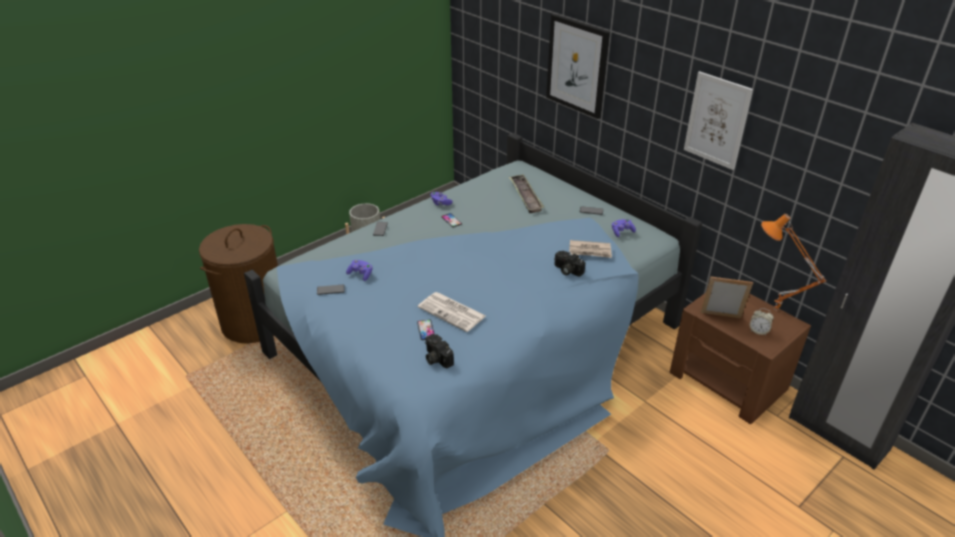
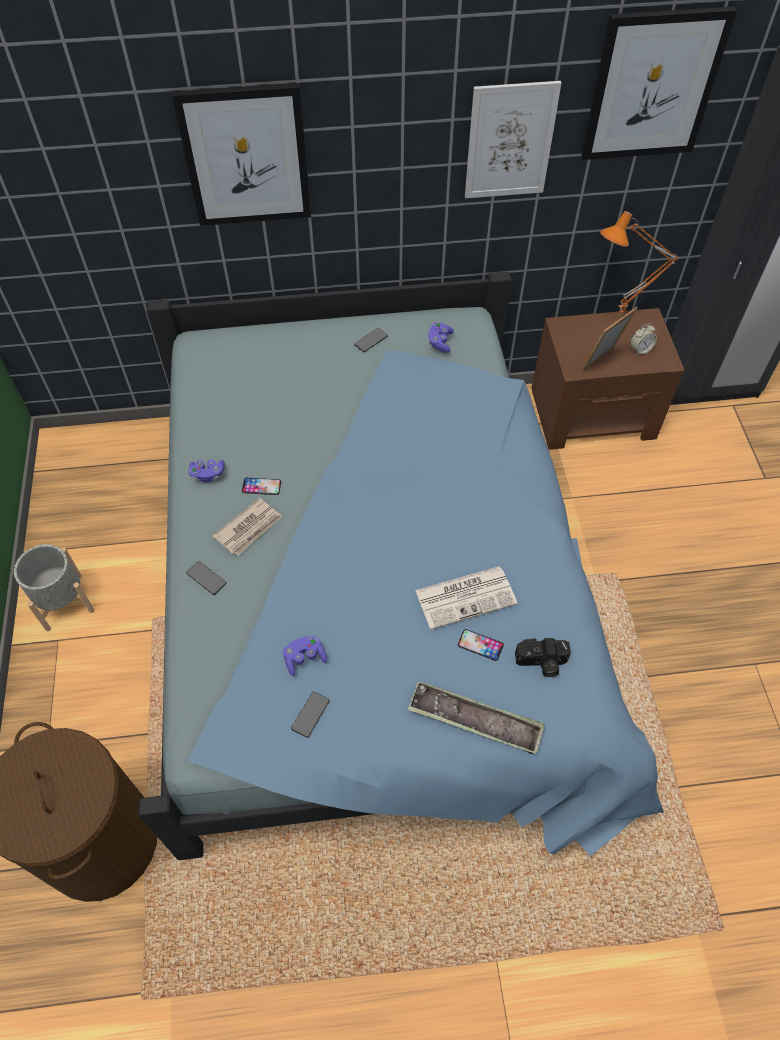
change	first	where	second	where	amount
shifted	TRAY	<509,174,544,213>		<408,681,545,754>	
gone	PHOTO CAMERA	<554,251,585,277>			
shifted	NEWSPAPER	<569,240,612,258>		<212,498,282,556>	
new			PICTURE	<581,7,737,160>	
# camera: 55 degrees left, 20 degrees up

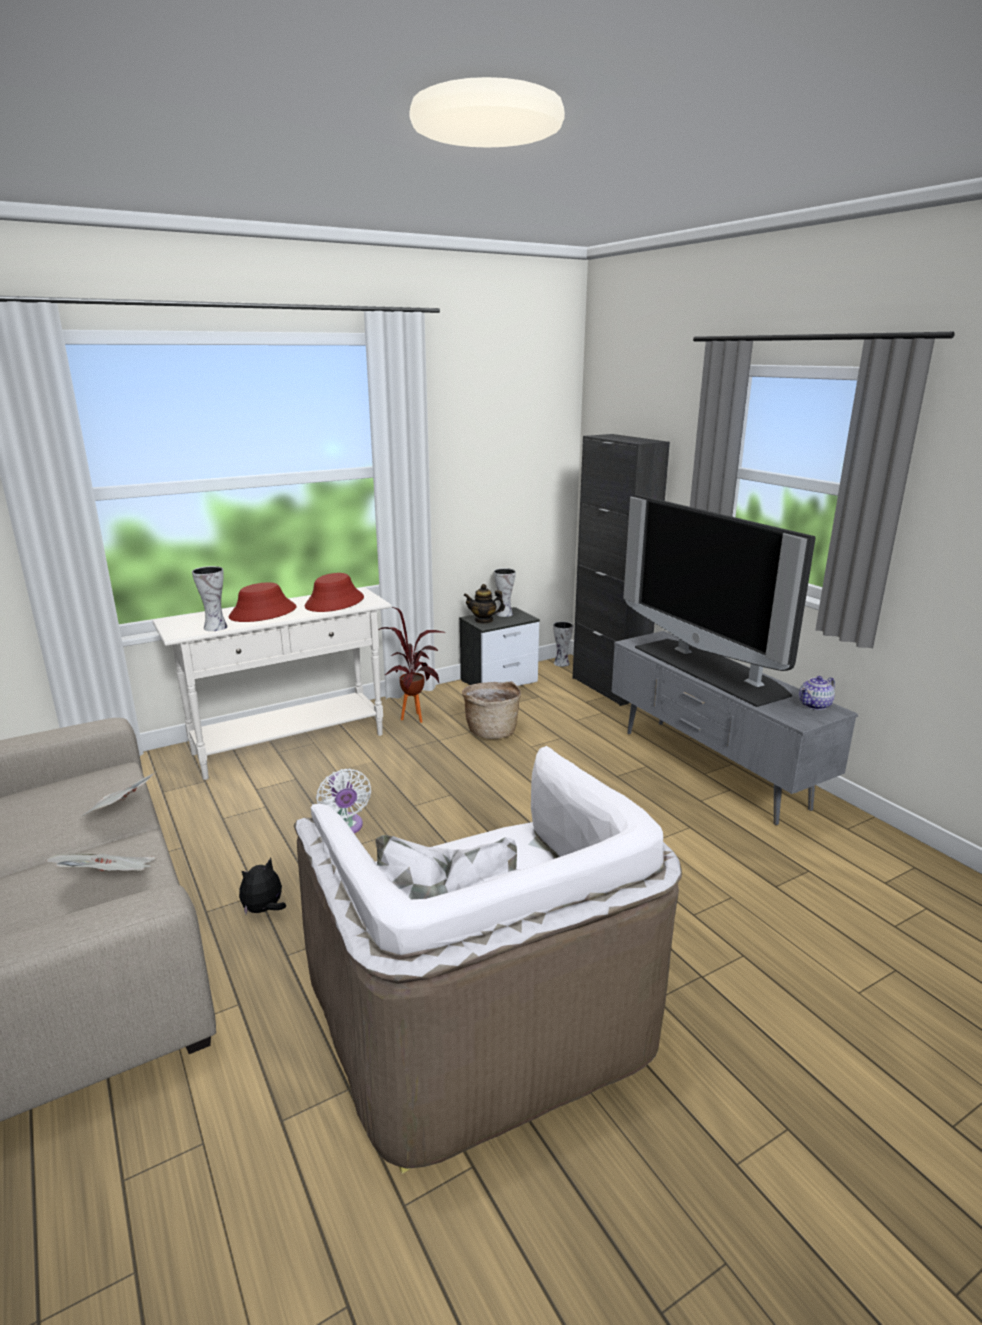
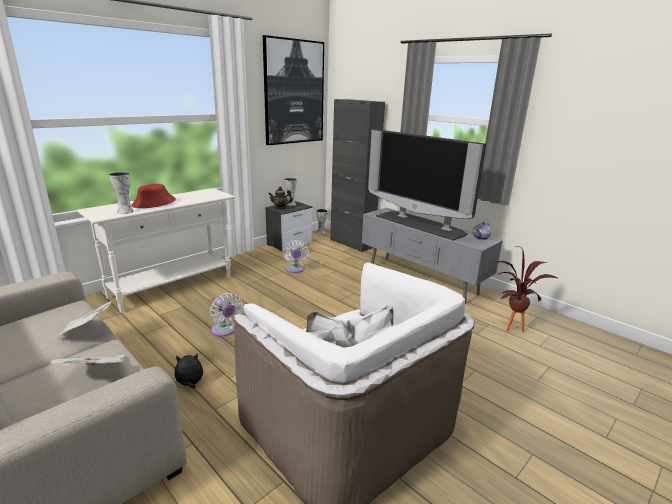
change	first	where	second	where	amount
rotated	PLUSH TOY	<239,858,286,915>		<173,353,203,389>	45 degrees clockwise
gone	RED HAT	<305,573,364,612>			
shifted	POTTED PLANT	<378,607,446,723>		<491,246,559,332>	
swapped	BASKET	<462,681,521,739>	WHITE FAN	<283,240,309,273>	
new			PICTURE	<263,35,324,145>	
# camera: 15 degrees left, 0 degrees up

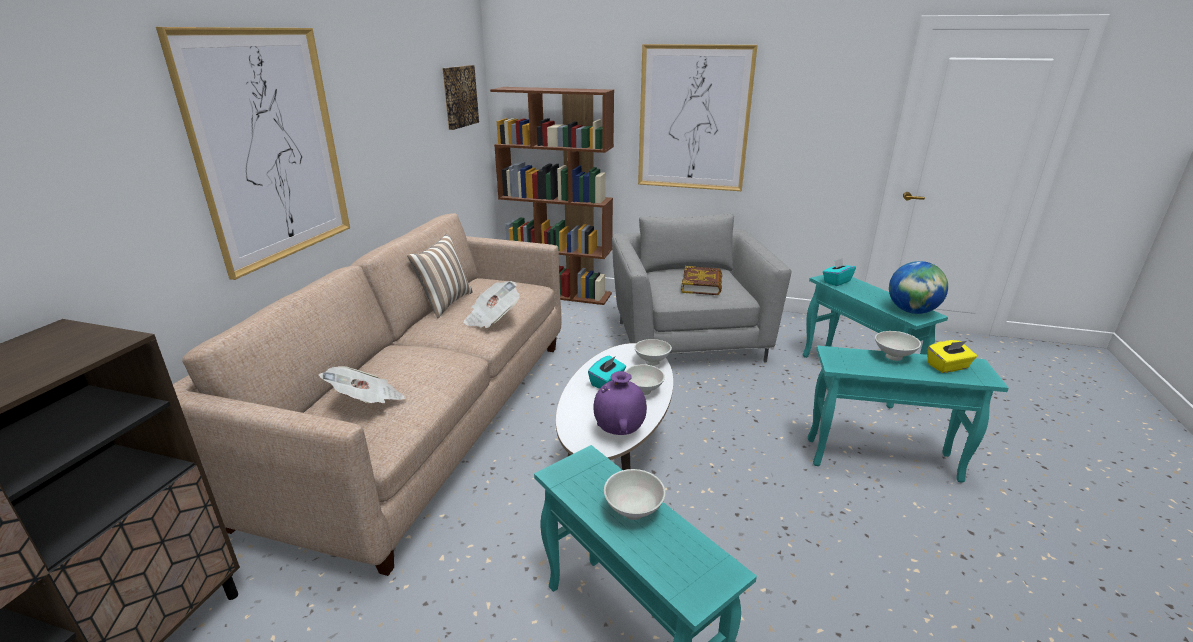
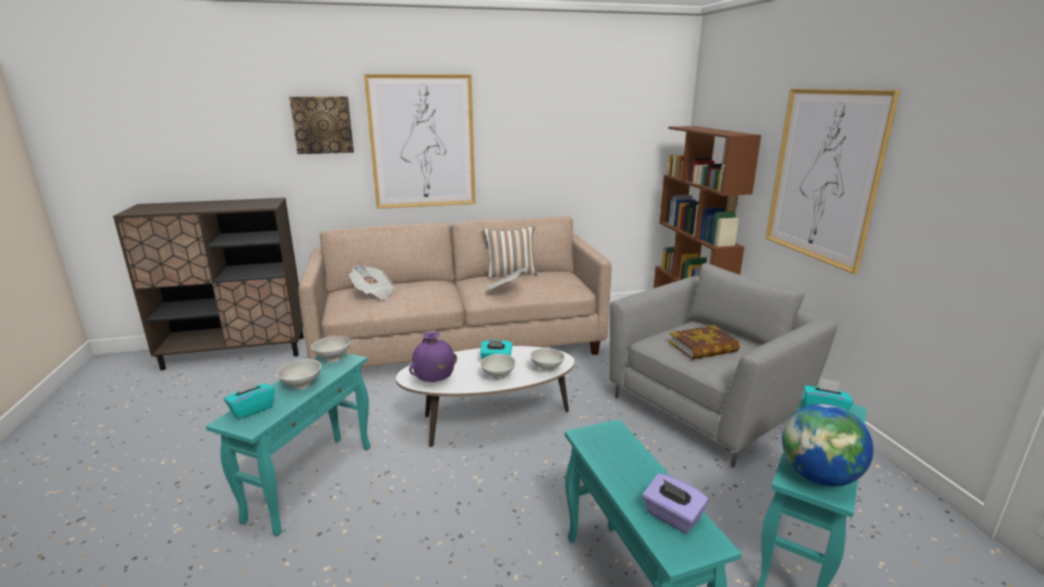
change	first	where	second	where	amount
shifted	PICTURE	<442,65,479,130>		<289,96,354,154>	
shifted	WHITE BOWL	<875,331,921,361>		<311,336,351,363>	
repainted	YELLOW TISSUE BOX	<928,340,977,373>	PURPLE TISSUE BOX	<643,473,709,533>	
new			TURQUOISE TISSUE BOX	<224,377,275,419>	
# camera: 60 degrees right, 5 degrees down

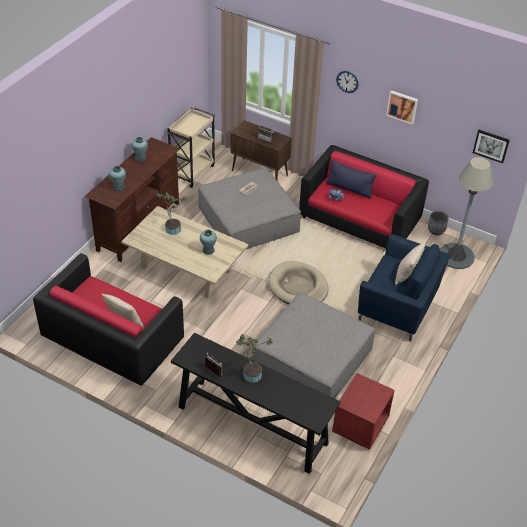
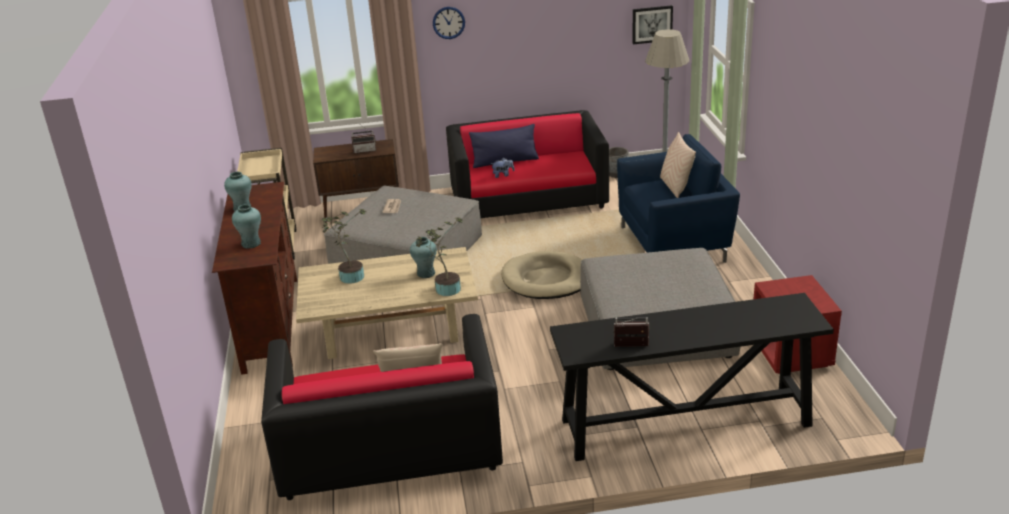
change	first	where	second	where	amount
shifted	POTTED PLANT	<236,334,273,383>		<416,217,463,296>	
gone	PICTURE	<386,90,418,124>			
# camera: 35 degrees left, 15 degrees down

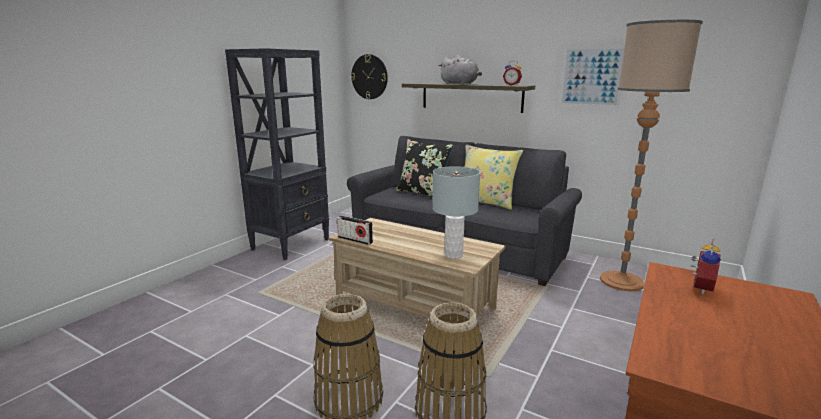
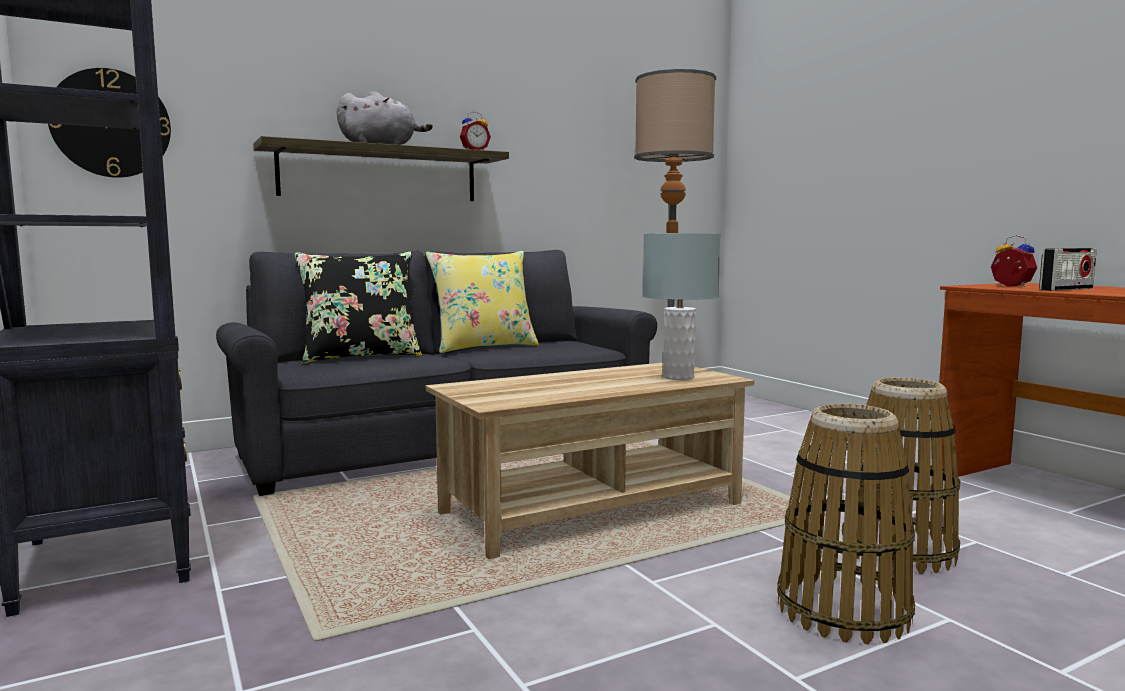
change	first	where	second	where	amount
shifted	RADIO	<337,215,373,245>		<1039,248,1097,291>	
gone	PICTURE	<560,47,624,107>			
# camera: 60 degrees left, 10 degrees down

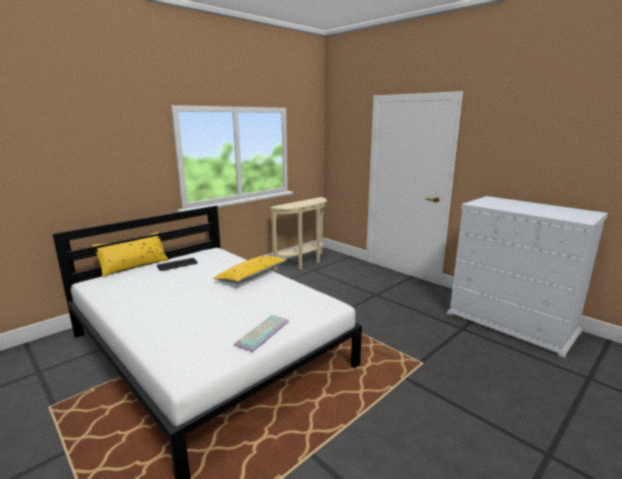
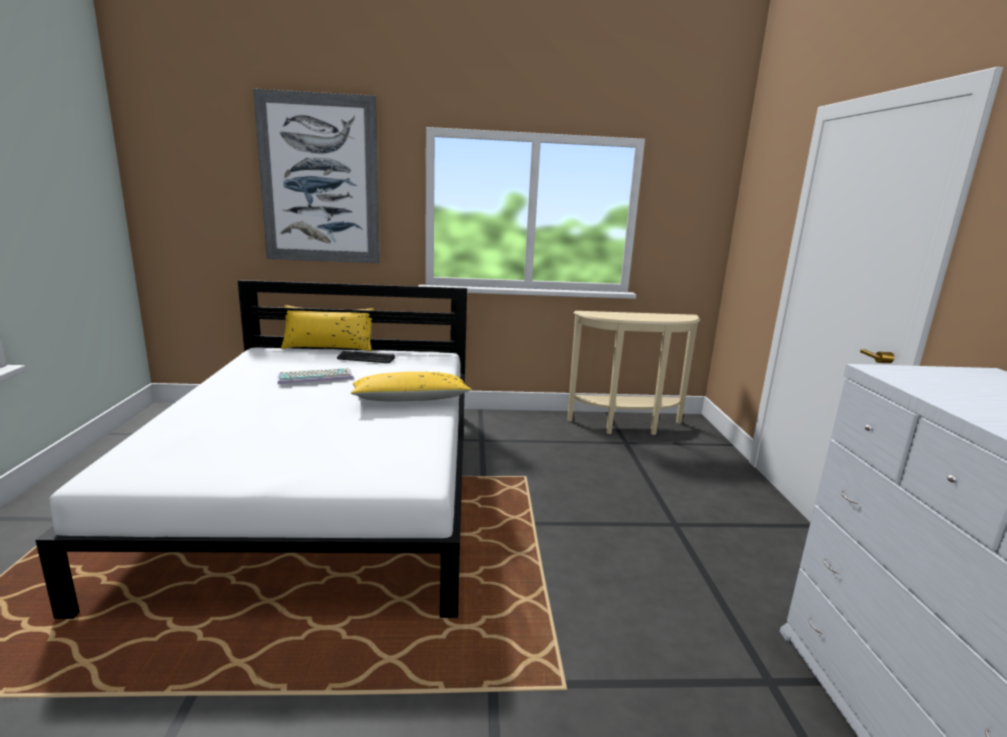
change	first	where	second	where	amount
shifted	KEYBOARD	<234,315,289,352>		<278,368,353,384>	
new			PICTURE	<253,89,380,263>	
# camera: 40 degrees right, 0 degrees up

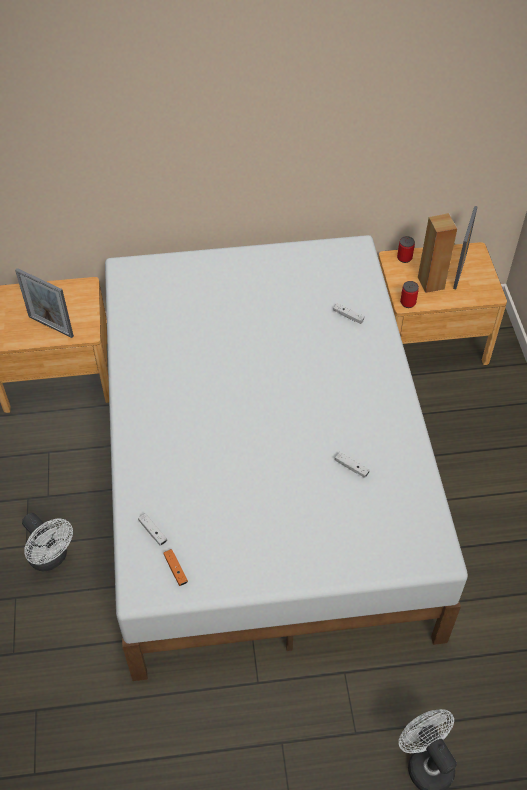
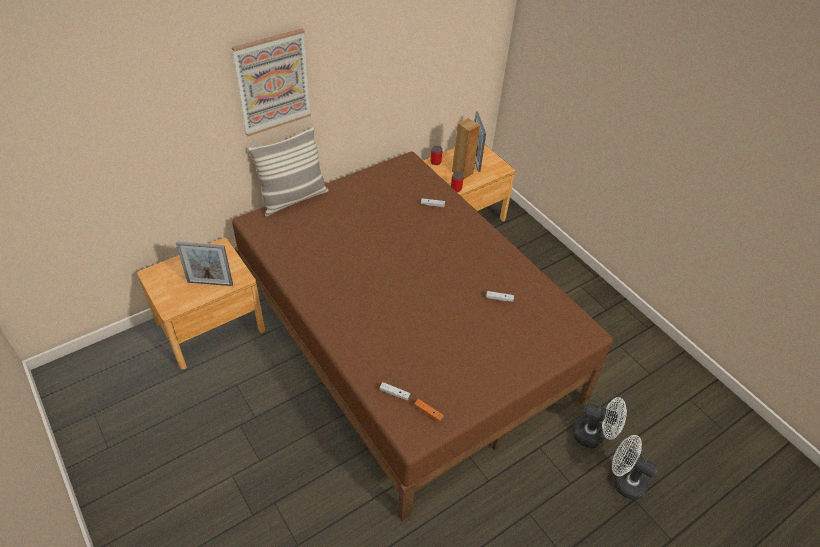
change	first	where	second	where	amount
shifted	WHITE FAN	<22,513,73,571>		<573,397,627,448>	
repainted	WHITE BED	<105,235,468,681>	BROWN BED	<232,151,613,521>	
new			PICTURE	<232,29,311,136>	
new			PILLOW	<248,127,329,216>	
# camera: 30 degrees left, 5 degrees down

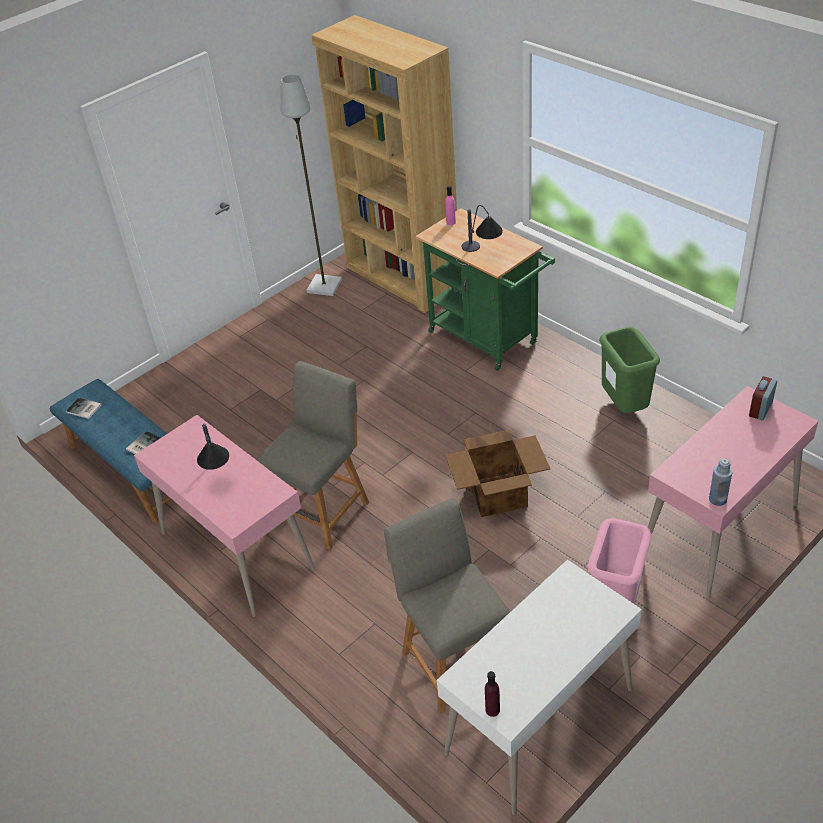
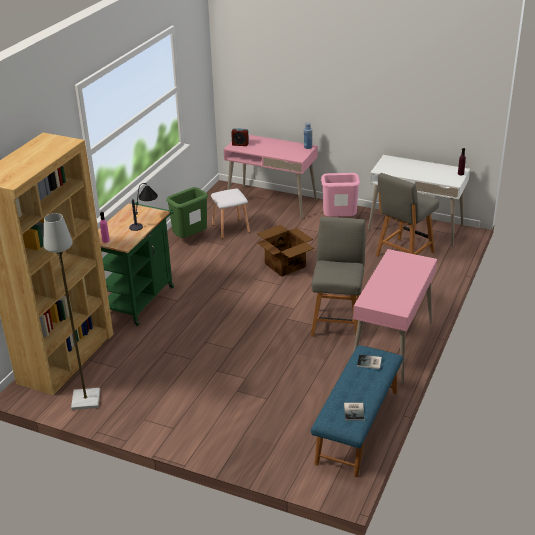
change	first	where	second	where	amount
gone	TABLE LAMP	<197,423,229,470>			
rotated	GREY CHAIR	<257,361,369,550>		<311,217,366,337>	90 degrees clockwise
new			WHITE STOOL	<211,189,250,239>	
# camera: 115 degrees left, 10 degrees down

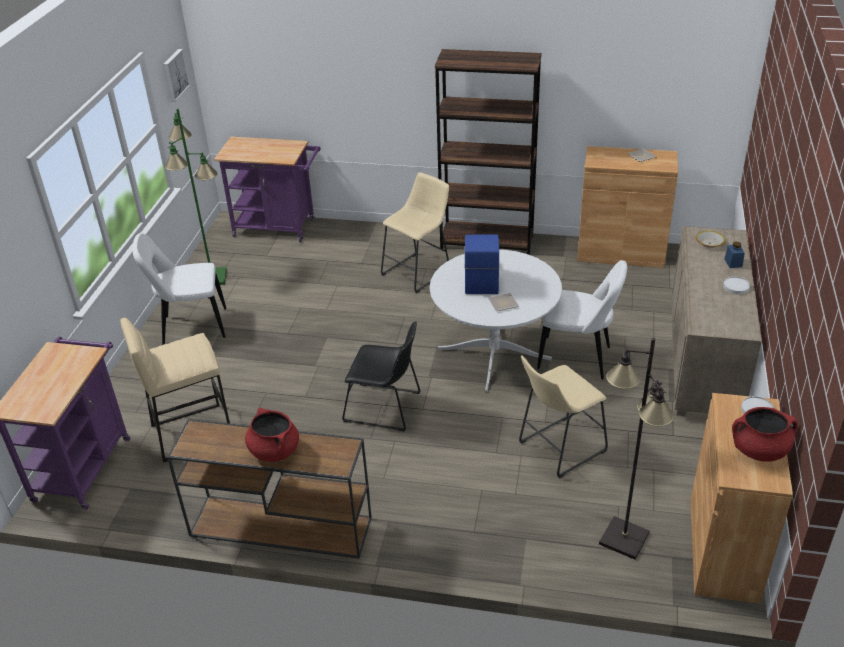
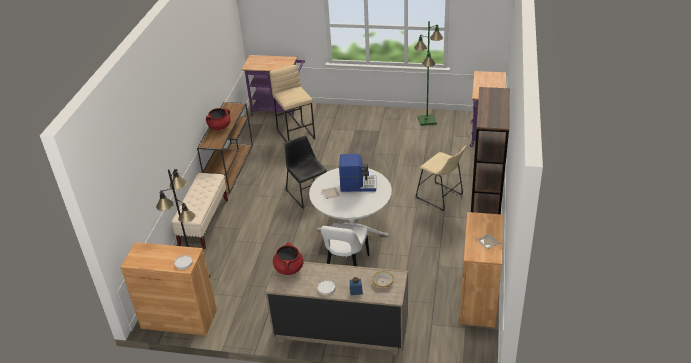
change	first	where	second	where	amount
gone	WHITE CHAIR	<132,233,226,344>			
gone	PICTURE	<163,49,190,102>			
rotated	BLACK CHAIR	<342,322,421,432>		<284,136,327,209>	135 degrees clockwise
gone	BEIGE STOOL	<519,355,608,478>			
shifted	RED COOKING POT	<732,407,797,462>		<273,242,304,275>	
new			BEIGE BENCH	<171,173,228,249>	
# camera: 90 degrees right, 0 degrees up

